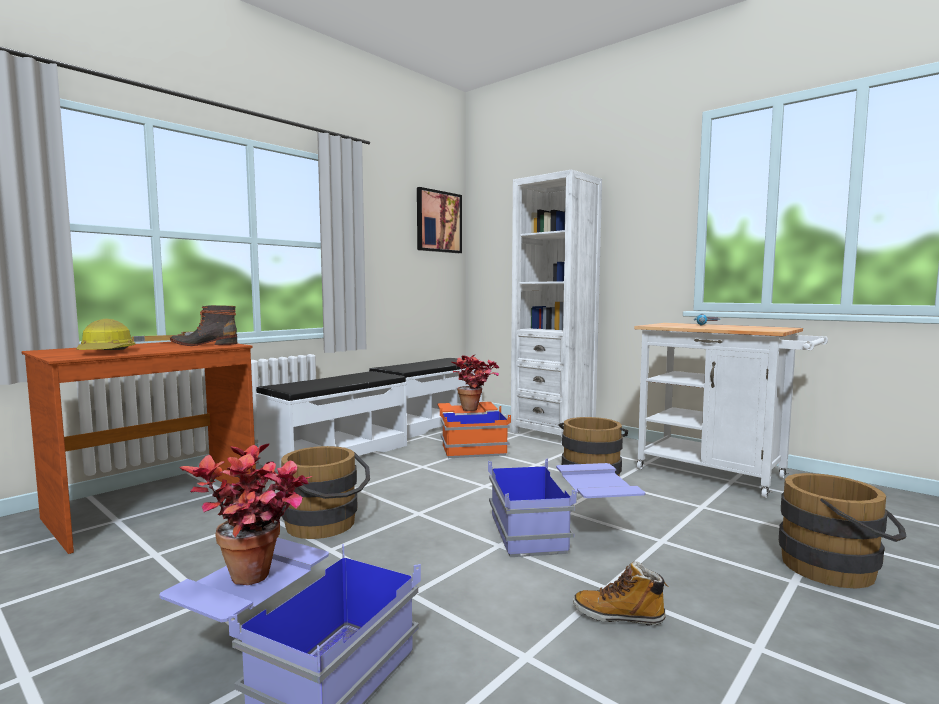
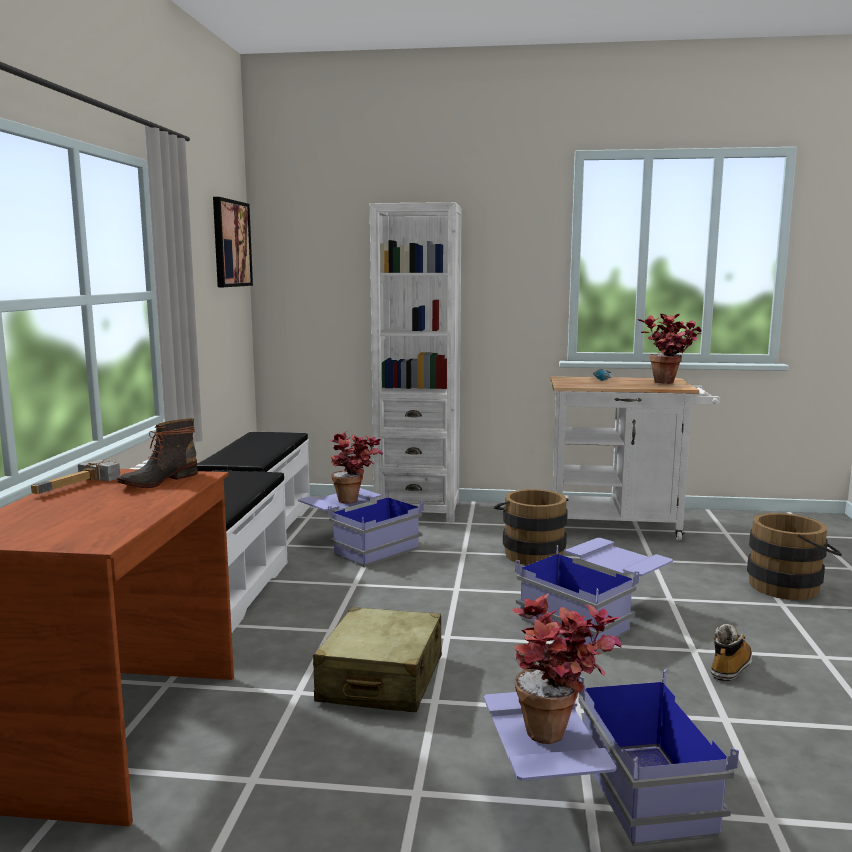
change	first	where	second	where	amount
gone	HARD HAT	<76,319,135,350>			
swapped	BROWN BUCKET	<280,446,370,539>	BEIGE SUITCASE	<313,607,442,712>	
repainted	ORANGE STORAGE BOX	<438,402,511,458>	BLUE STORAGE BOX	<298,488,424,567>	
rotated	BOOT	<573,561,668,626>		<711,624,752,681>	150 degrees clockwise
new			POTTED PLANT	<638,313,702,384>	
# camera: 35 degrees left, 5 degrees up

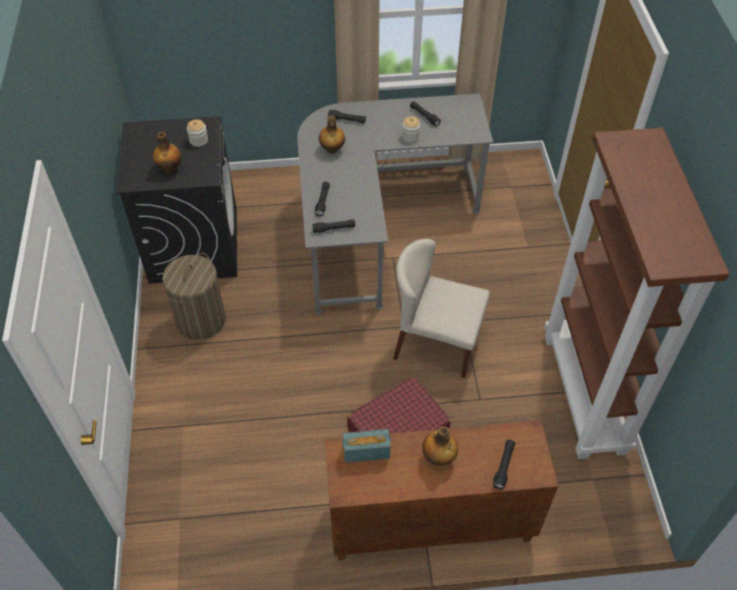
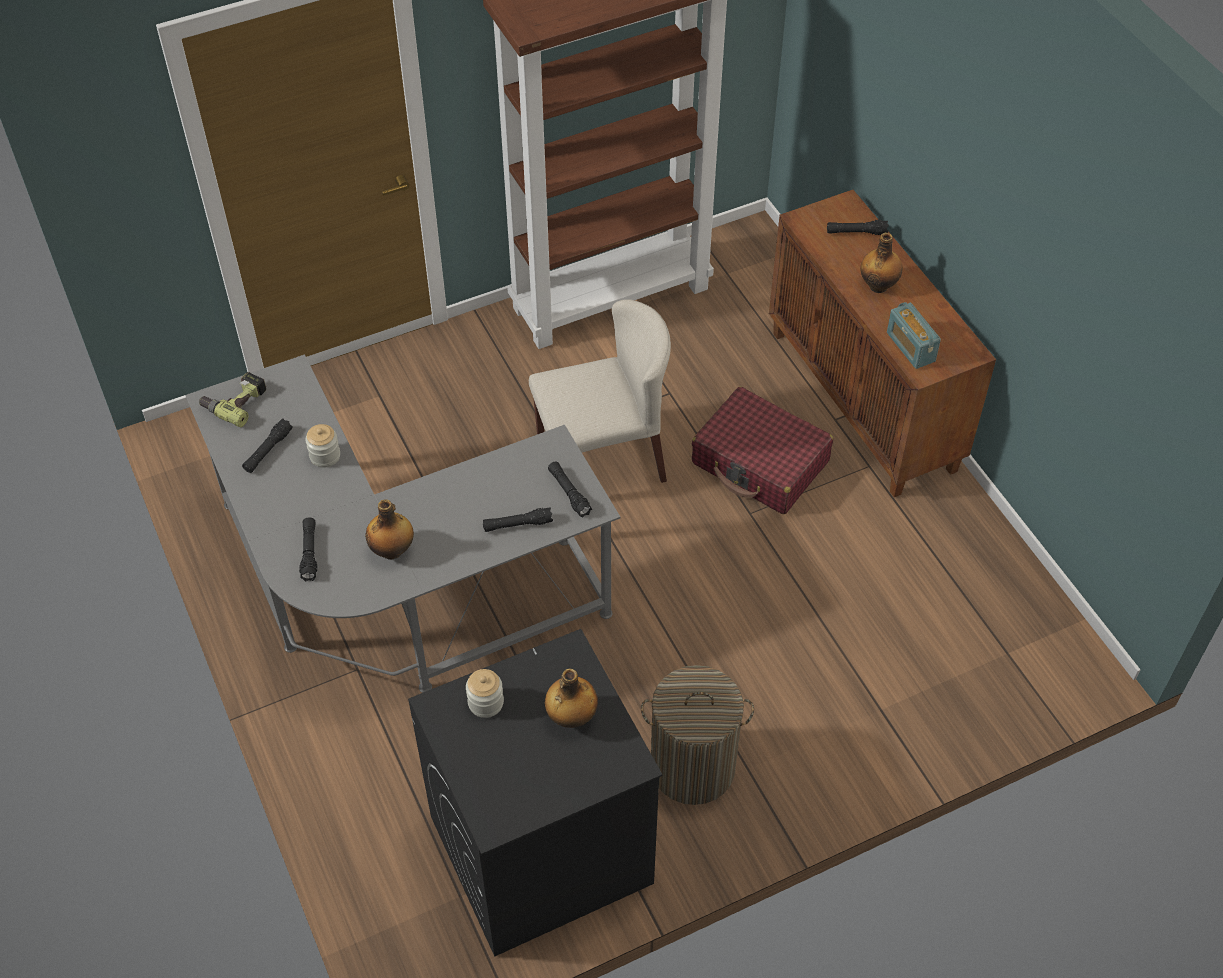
change	first	where	second	where	amount
rotated	BEIGE CHAIR	<393,239,490,378>		<529,299,671,483>	105 degrees counterclockwise
new			POWER DRILL	<199,372,266,427>	
# camera: 110 degrees left, 0 degrees up

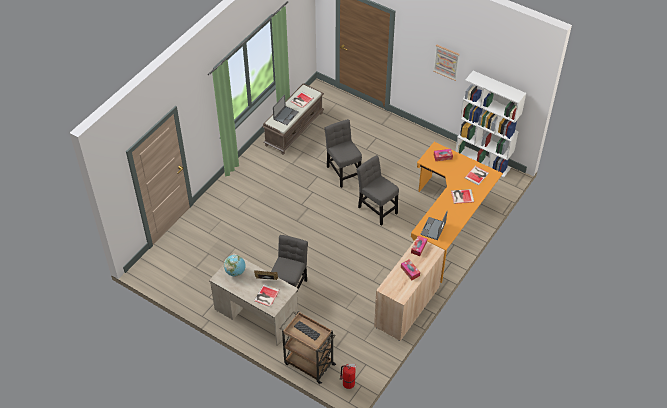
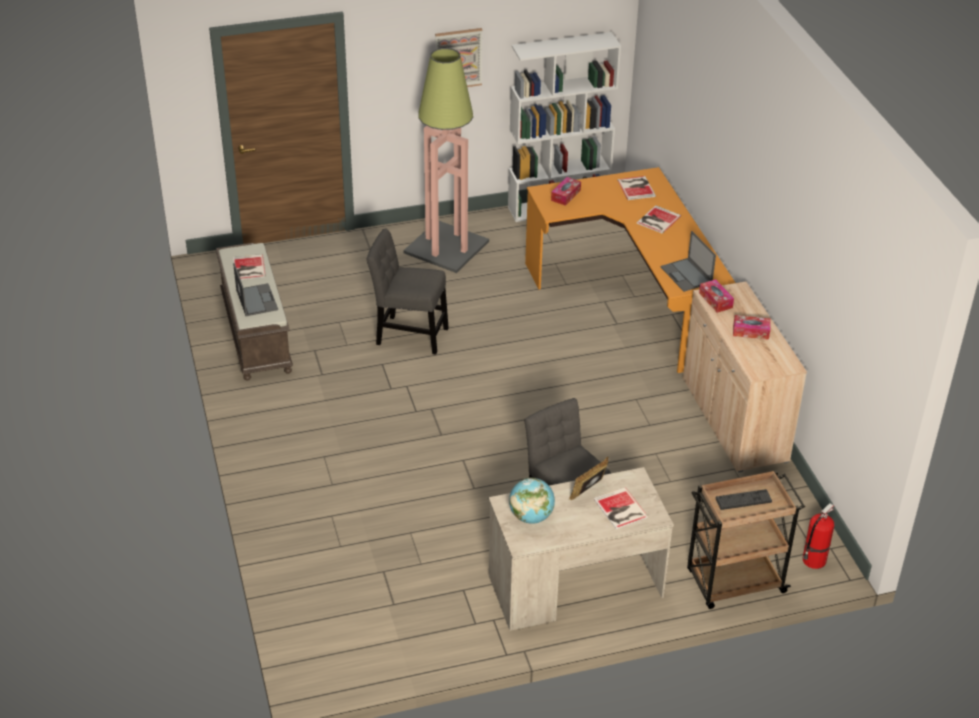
change	first	where	second	where	amount
gone	GREY CHAIR	<357,155,399,226>			
new			FLOOR LAMP	<404,48,489,273>	
# camera: 50 degrees left, 10 degrees down

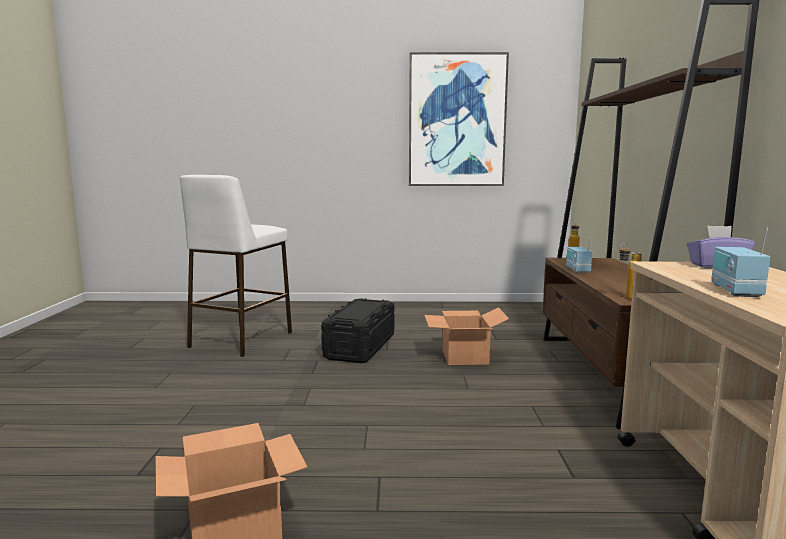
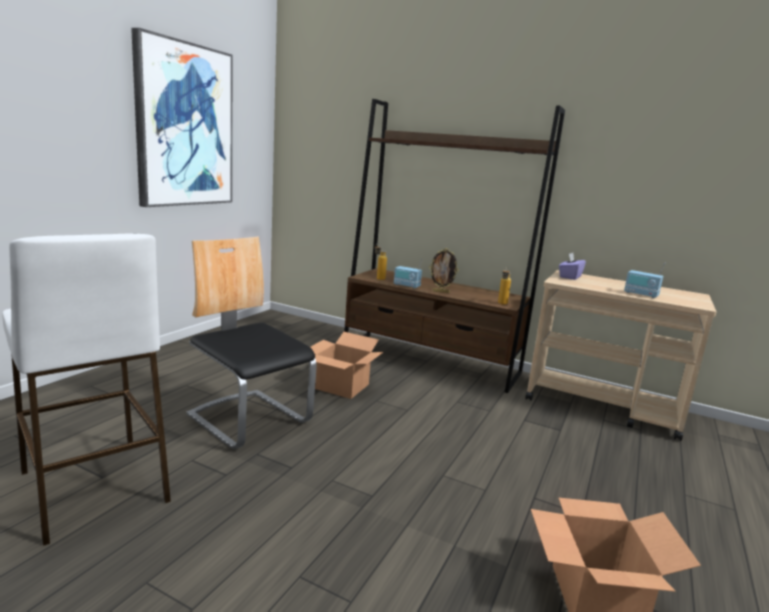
change	first	where	second	where	amount
swapped	BLACK STORAGE BOX	<321,298,395,363>	CHAIR	<186,236,317,449>	
new			PICTURE FRAME	<429,248,459,293>	
# camera: 65 degrees left, 5 degrees up

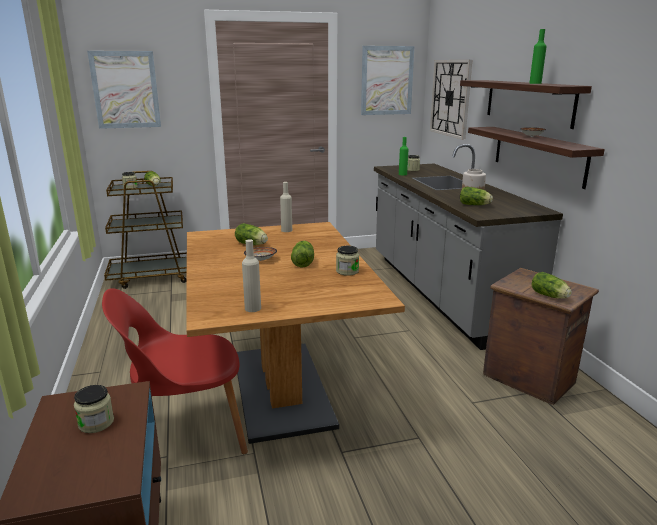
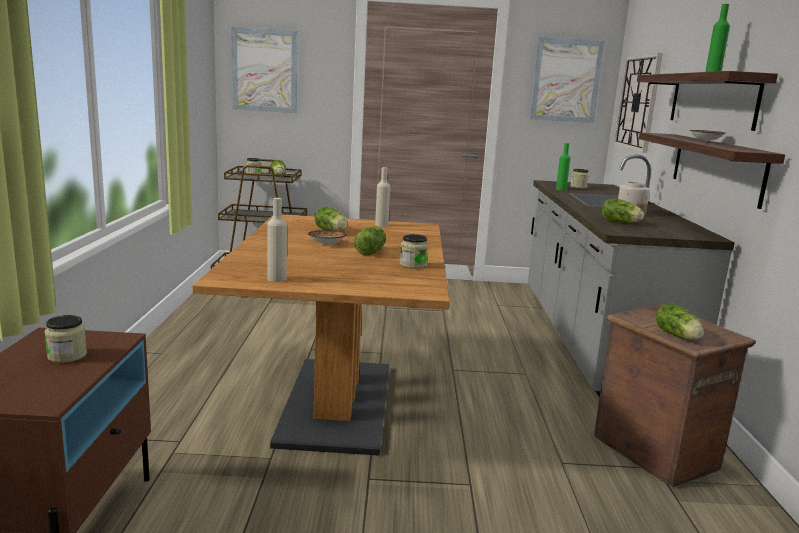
change	first	where	second	where	amount
gone	RED CHAIR	<102,288,248,454>			
# camera: 15 degrees right, 5 degrees down

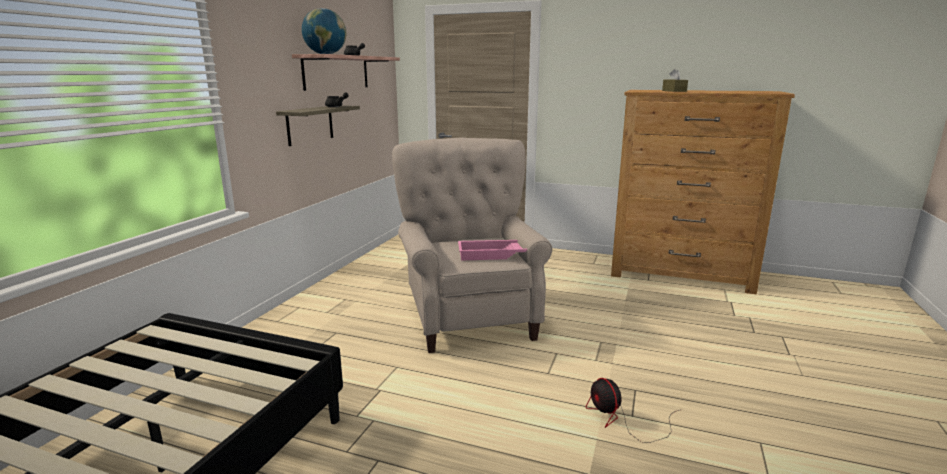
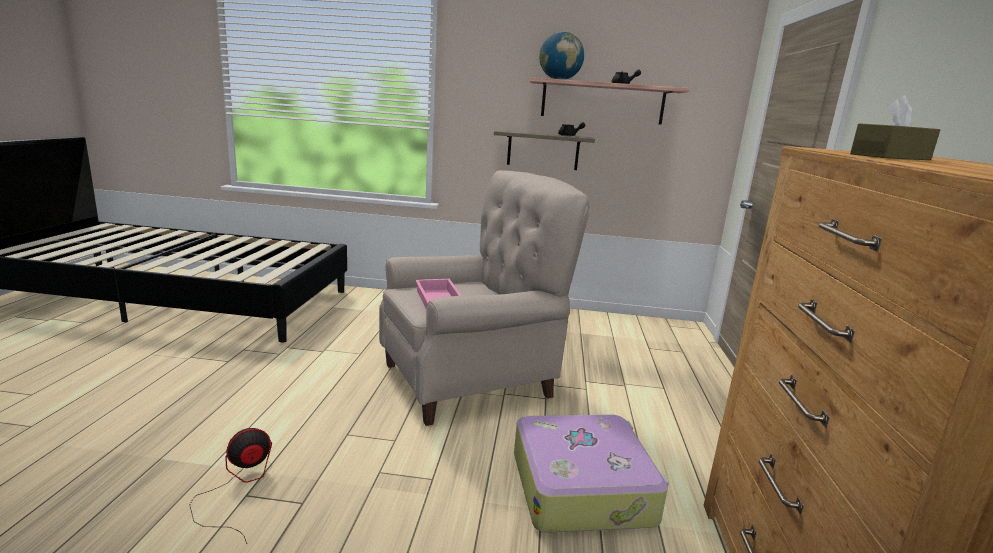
change	first	where	second	where	amount
new			SUITCASE	<514,415,669,533>	
# camera: 75 degrees right, 0 degrees up

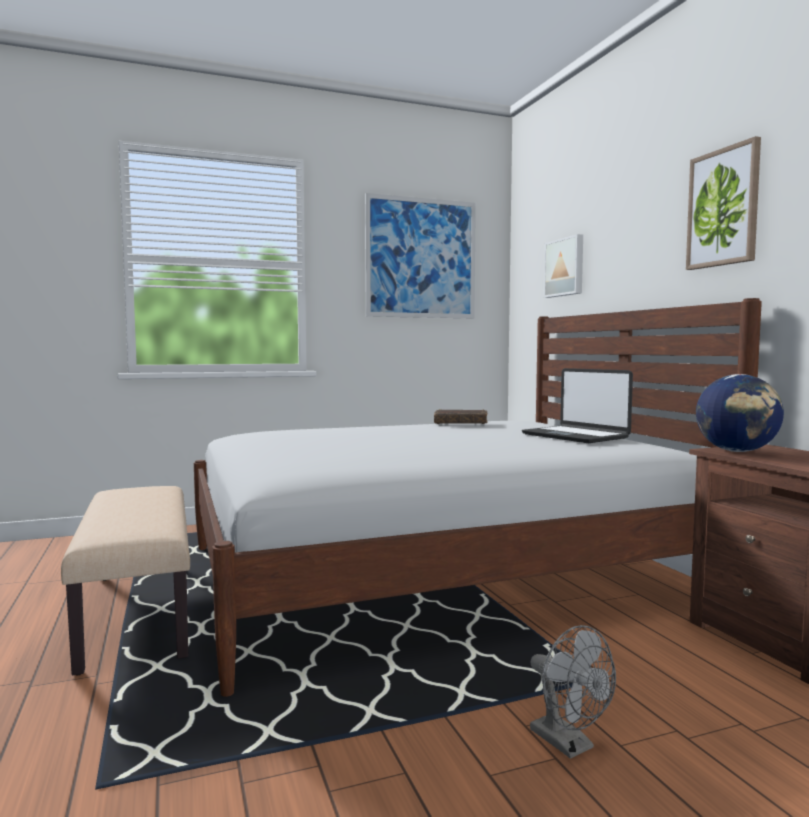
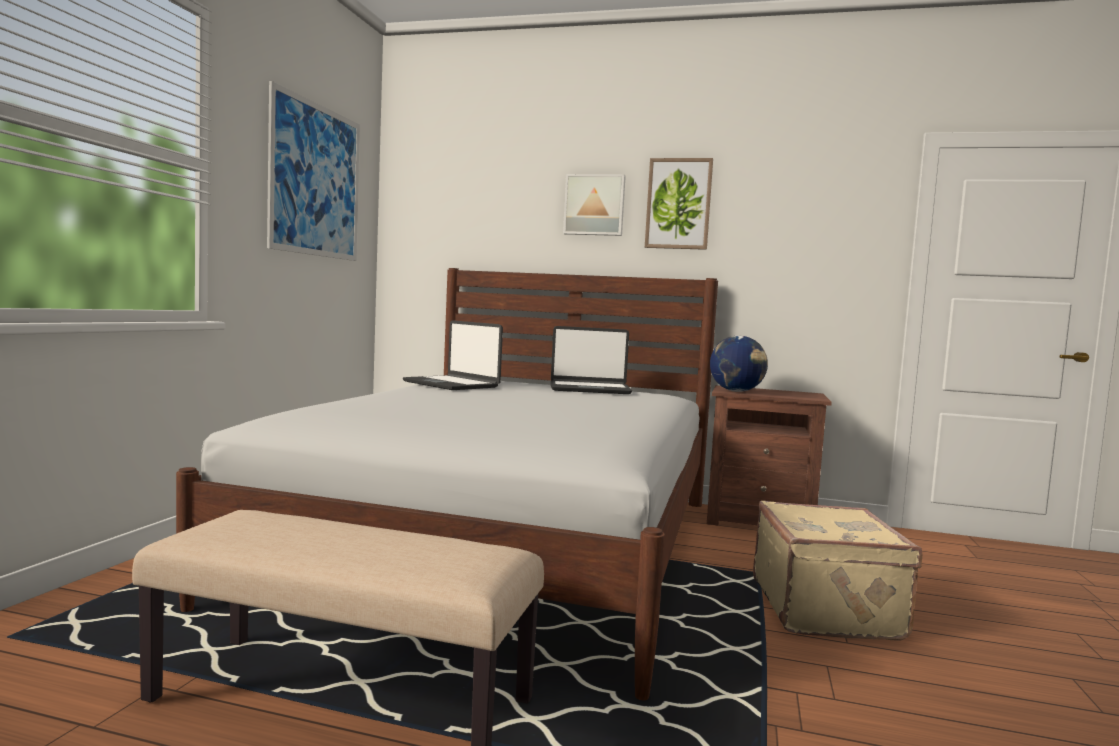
change	first	where	second	where	amount
swapped	BROWN BOOK	<434,409,488,424>	LAPTOP	<403,320,503,390>	
swapped	GREY FAN	<530,625,616,759>	BEIGE SUITCASE	<753,501,922,641>	
shifted	PICTURE	<544,234,583,298>		<563,174,626,236>	
# camera: 55 degrees left, 0 degrees up

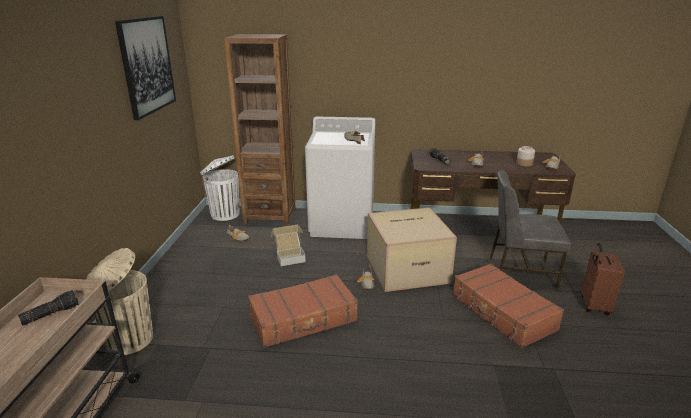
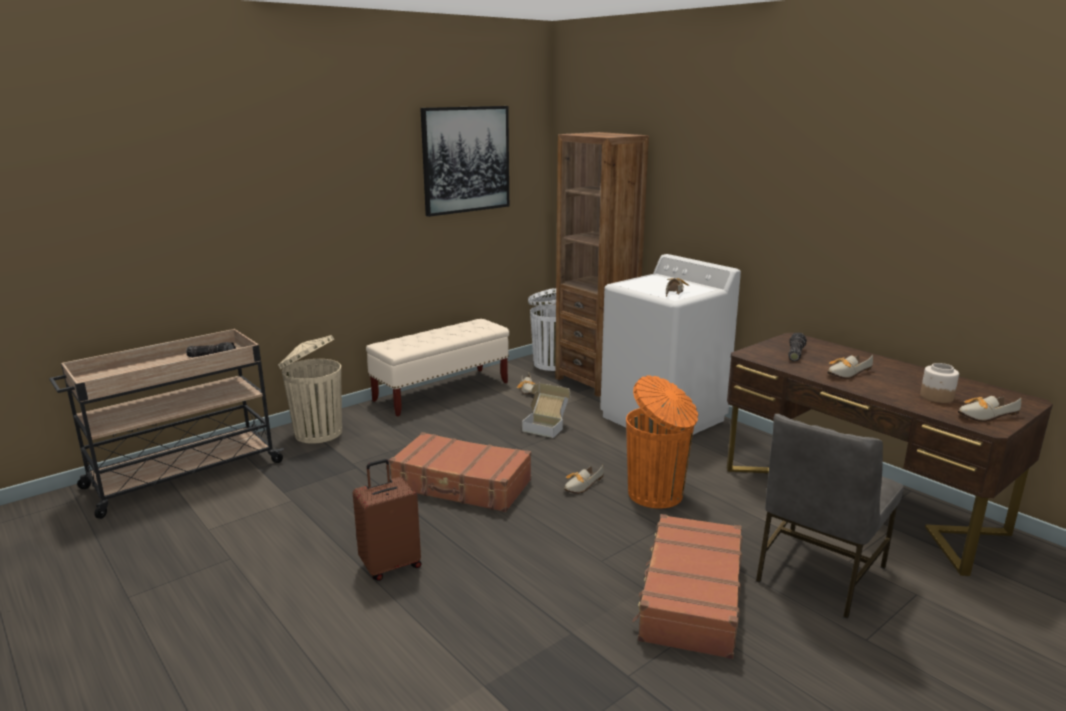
change	first	where	second	where	amount
swapped	CARDBOARD BOX	<367,207,457,292>	ORANGE TRASH CAN	<626,375,698,509>	
rotated	GREY CHAIR	<490,170,571,290>		<756,414,904,619>	105 degrees counterclockwise
shifted	BROWN SUITCASE	<581,243,625,315>		<353,459,421,581>	
new			BEIGE BENCH	<366,319,509,417>	
# camera: 45 degrees right, 5 degrees down

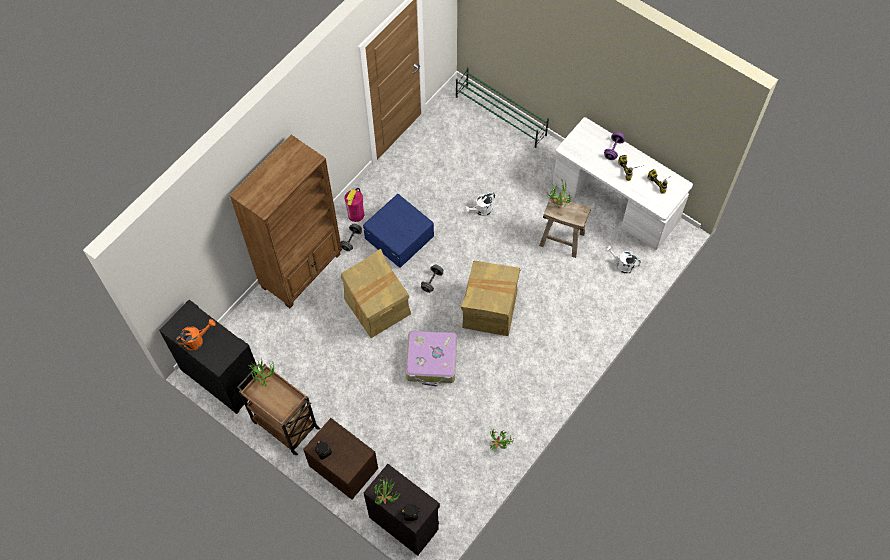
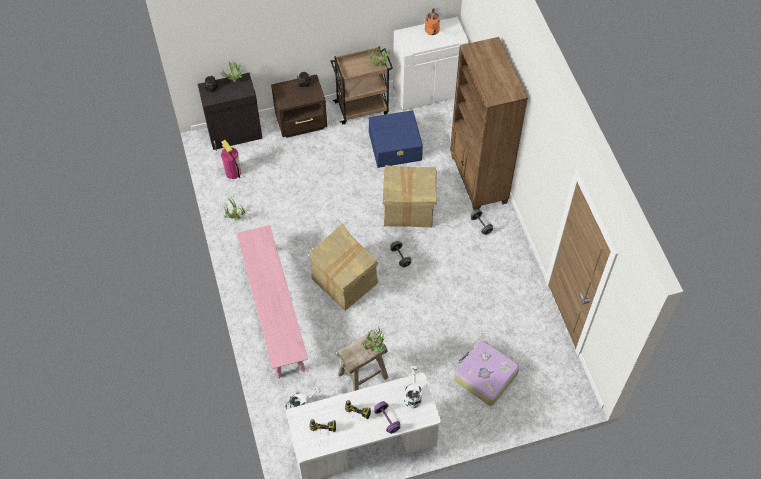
change	first	where	second	where	amount
repainted	BLACK CABINET	<159,300,258,414>	WHITE CABINET	<393,17,469,111>	
shifted	FIRE EXTINGUISHER	<344,188,364,222>		<221,140,241,179>	
shifted	BLUE STORAGE BOX	<363,194,434,268>		<369,110,423,168>	
shifted	SUITCASE	<405,331,457,386>		<454,341,519,406>	
gone	GREEN SHOE RACK	<456,67,549,148>			
shifted	WHITE WATERING CAN	<464,192,495,216>		<404,366,423,408>	
new			PINK BENCH	<237,225,308,379>	
# camera: 125 degrees right, 5 degrees down

